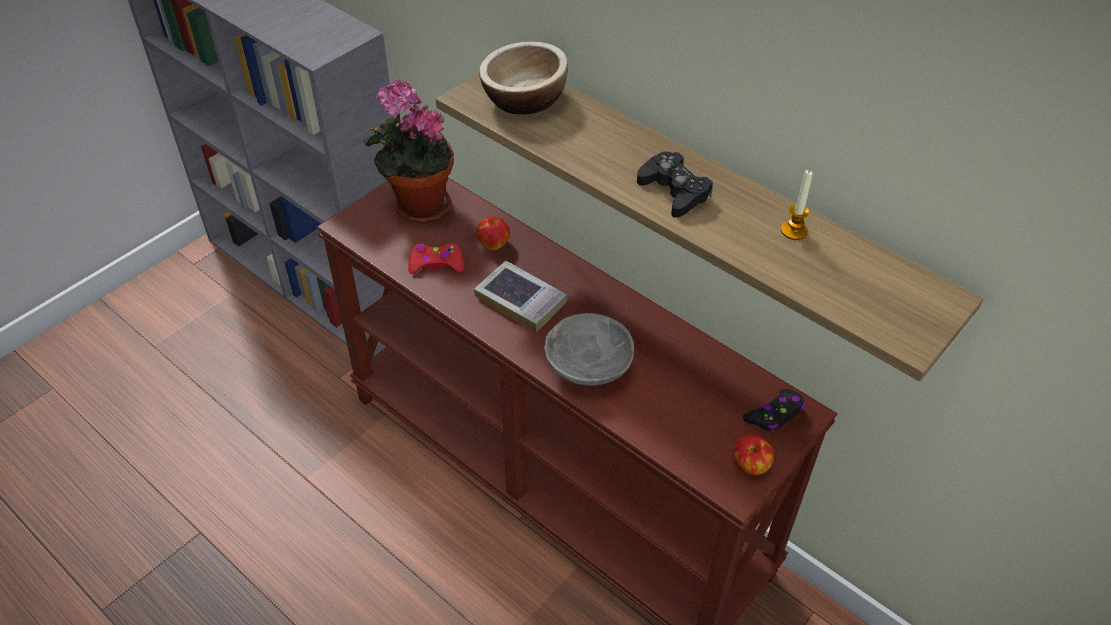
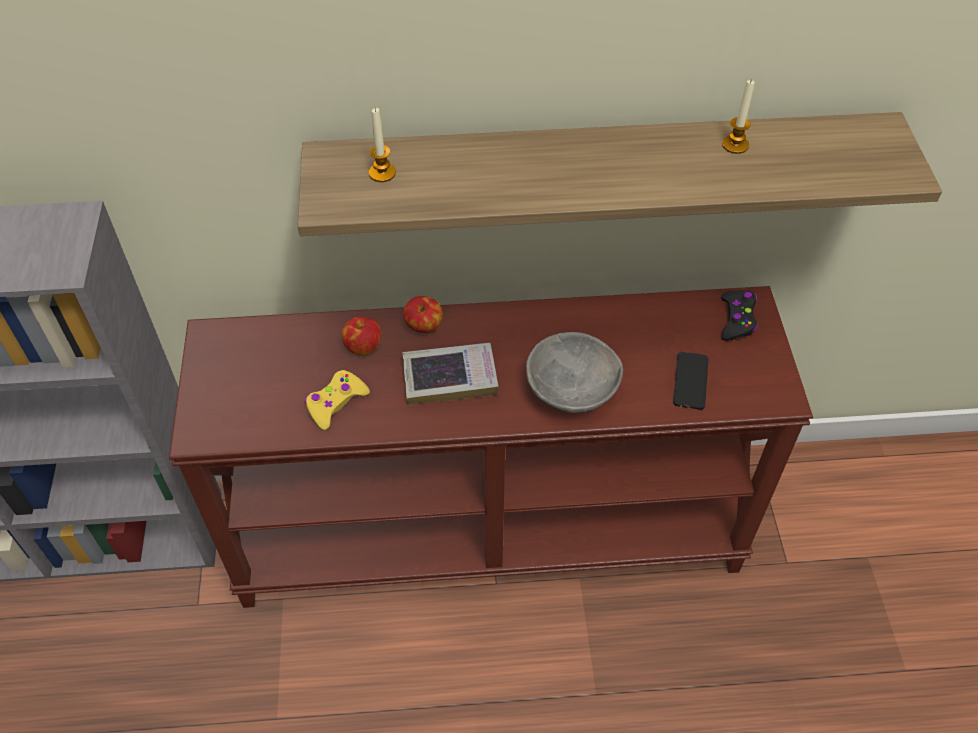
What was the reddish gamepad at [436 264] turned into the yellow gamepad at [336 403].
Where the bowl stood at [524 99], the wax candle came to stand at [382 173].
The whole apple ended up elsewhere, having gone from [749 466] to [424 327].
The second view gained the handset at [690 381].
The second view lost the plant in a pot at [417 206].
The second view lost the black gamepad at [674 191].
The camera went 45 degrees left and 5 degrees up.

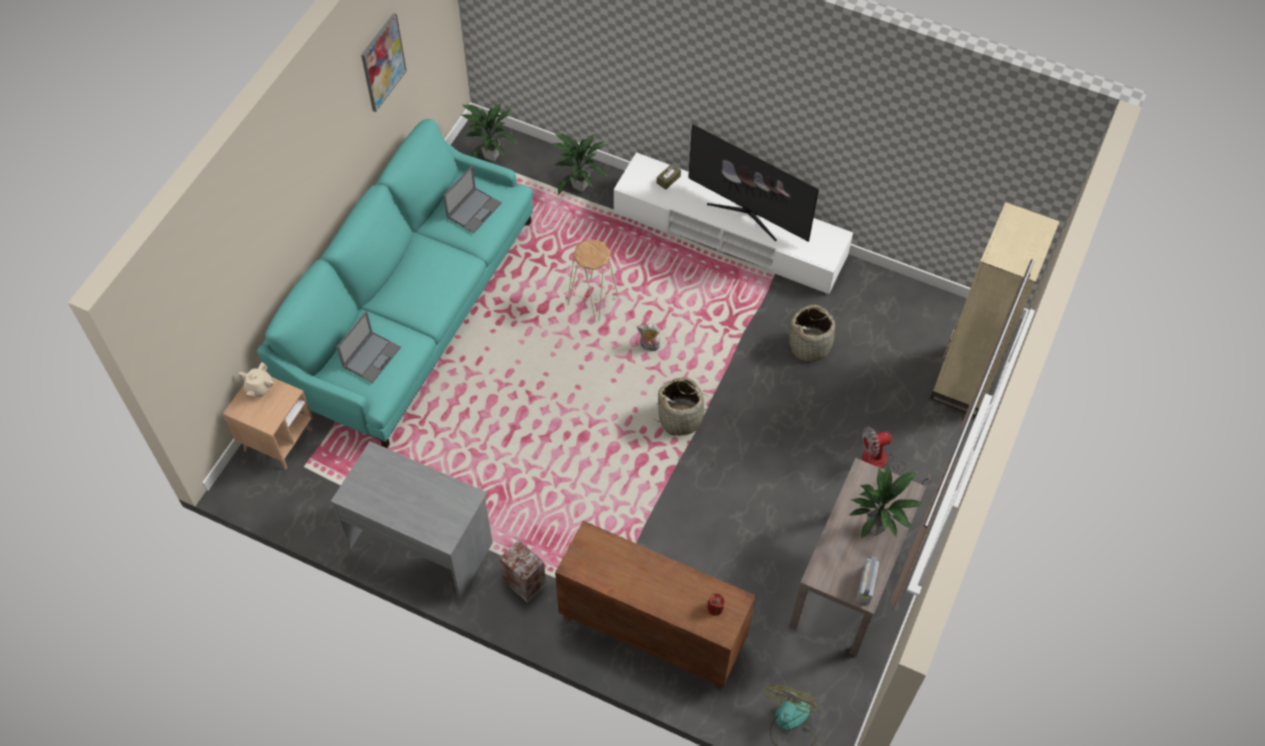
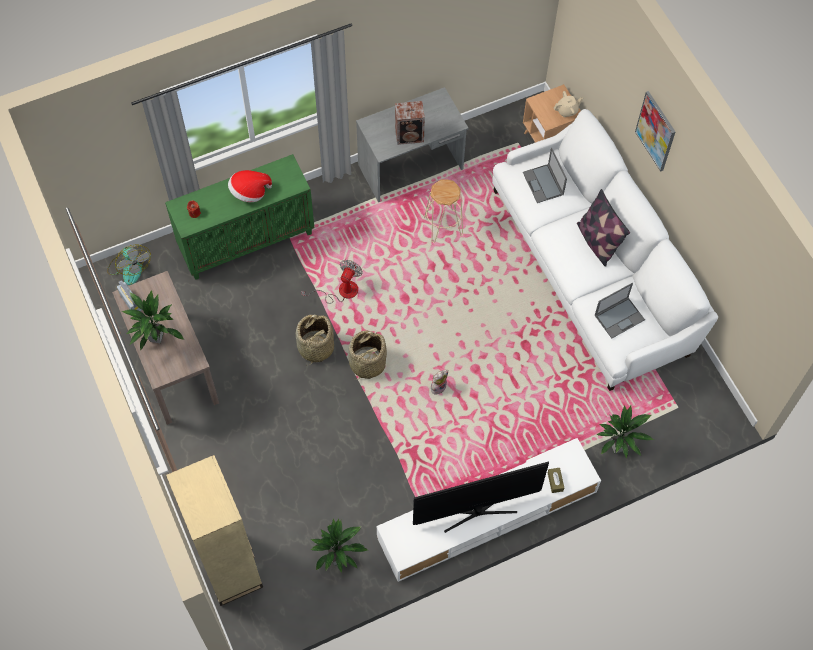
What was the brownish cupboard at [650 632] turned into the green-coloured cupboard at [247 241].
The second view gained the clothing hat at [249 192].
The household basket ended up elsewhere, having gone from [810 346] to [315 347].
The electric fan ended up elsewhere, having gone from [882 463] to [341 291].
The plant in a pot ended up elsewhere, having gone from [491 156] to [338 559].
The audio speaker ended up elsewhere, having gone from [524 581] to [410 135].
The beige-coloured sitting stool ended up elsewhere, having gone from [593 300] to [443 226].
What was the turquoise-coloured settee at [412 308] turned into the white-coloured settee at [592 270].
The beige-coloured tea pot at [259 388] ended up facing another way, 105 degrees clockwise from before.
The second view gained the pillow at [597 242].
The laptop at [474 210] ended up facing another way, 105 degrees counterclockwise from before.
The picture ended up elsewhere, having gone from [383 62] to [655 131].
The camera went 130 degrees right and 5 degrees up.

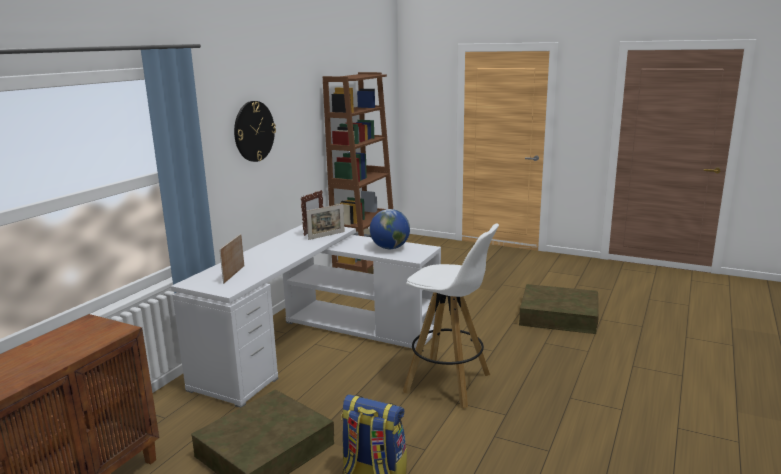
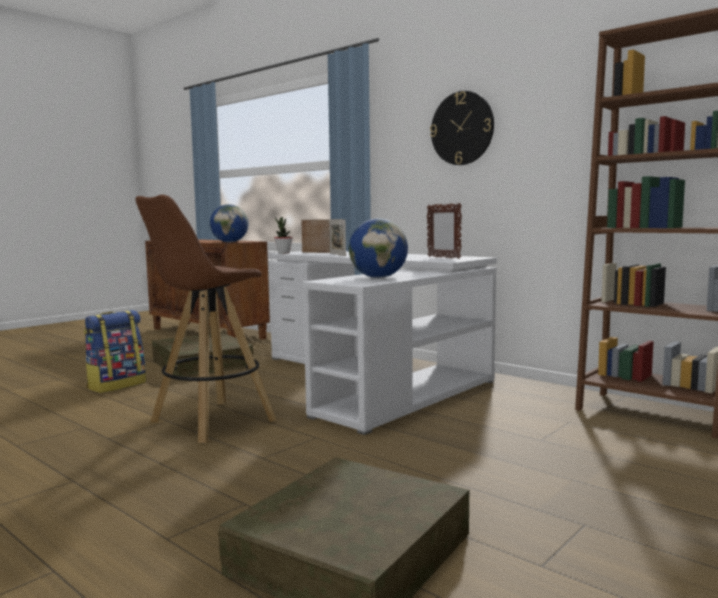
What was the white-coloured sitting stool at [449 383] turned into the brownish sitting stool at [211 422].
The second view gained the world globe at [229 242].
The second view gained the plant in a pot at [283 253].
The photo frame ended up elsewhere, having gone from [326 235] to [337 254].
The camera went 105 degrees right and 10 degrees down.

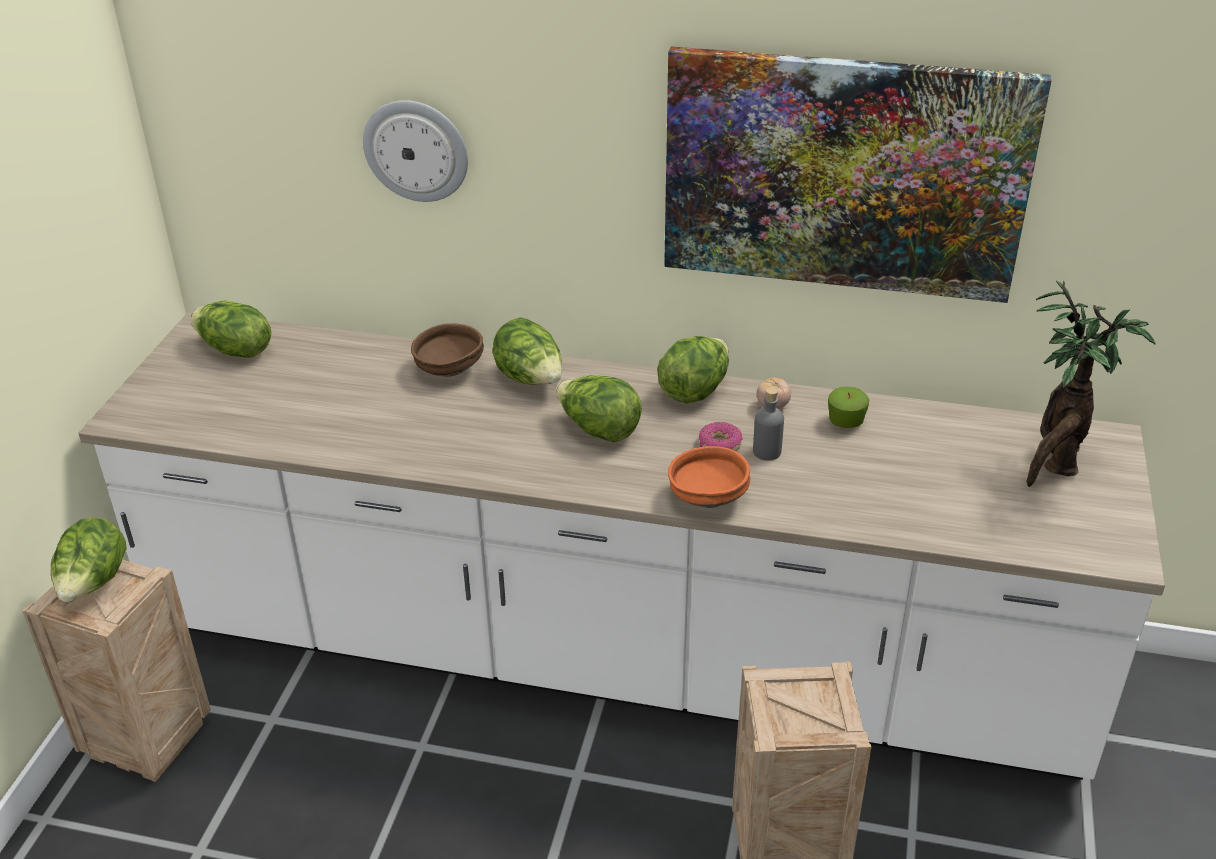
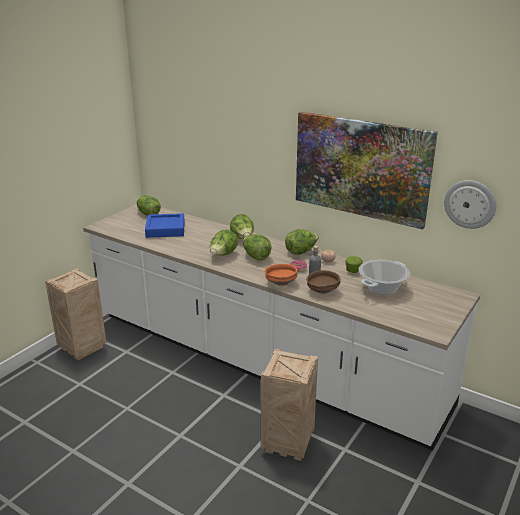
The second view gained the blue tray at [165 229].
The lettuce head ended up elsewhere, having gone from [94 584] to [223 255].
The brownish bowl ended up elsewhere, having gone from [448 369] to [322 291].
The second view gained the stockpot at [382 288].
The wall clock ended up elsewhere, having gone from [416 150] to [470 204].
The second view lost the plant in a pot at [1056 464].
The camera went 20 degrees right and 10 degrees down.

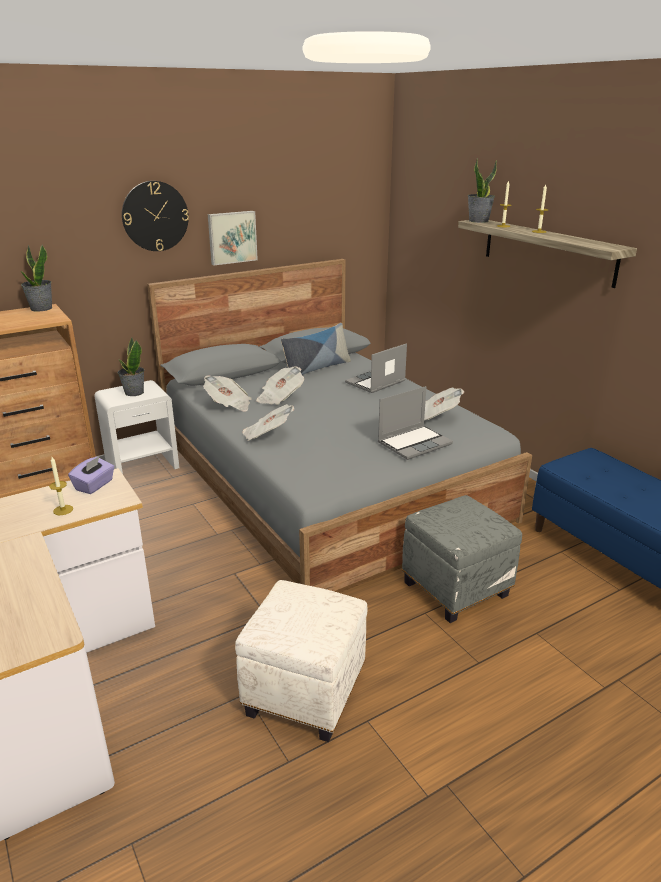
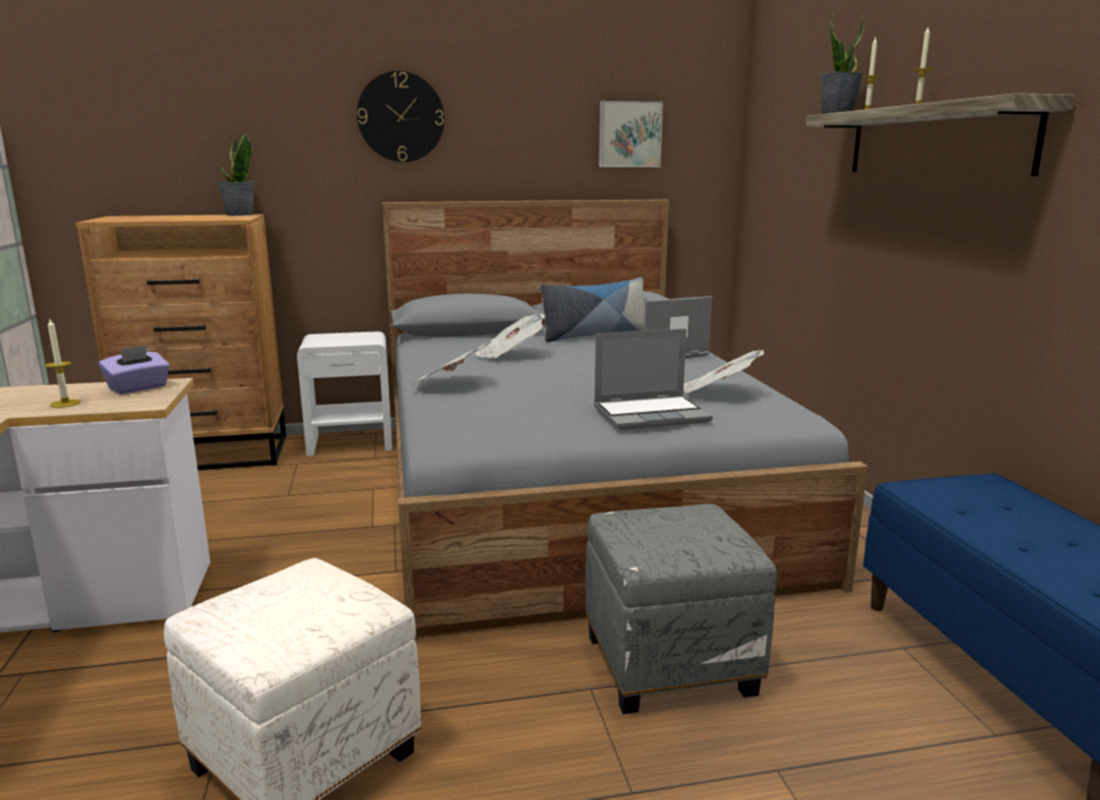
The picture ended up elsewhere, having gone from [232 237] to [629 134].
The second view lost the plant in a pot at [134 392].
The second view lost the printed paper at [229 405].
The camera went 20 degrees right and 10 degrees down.

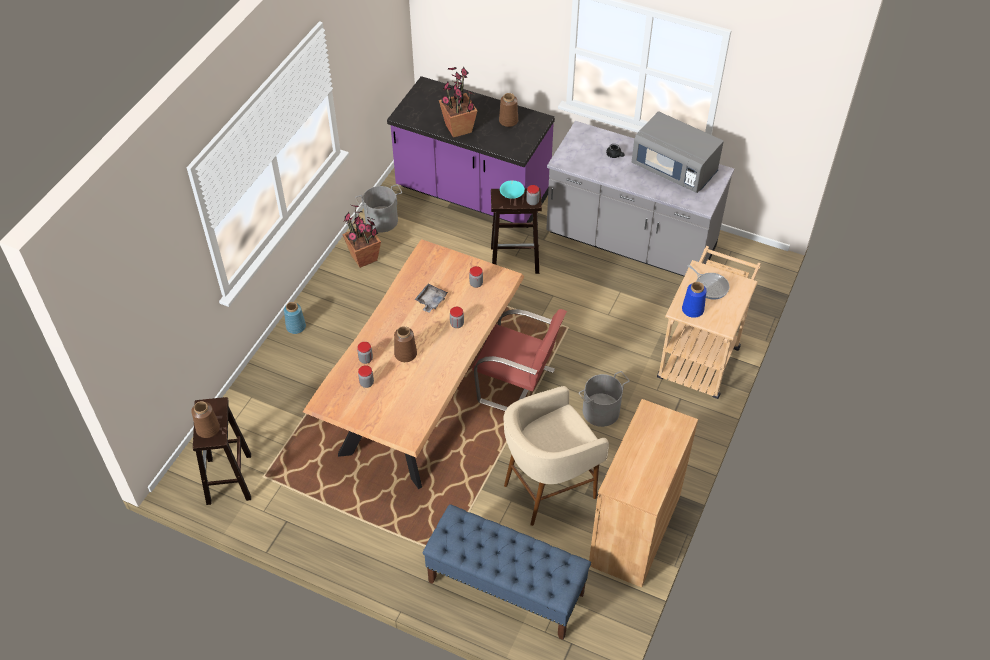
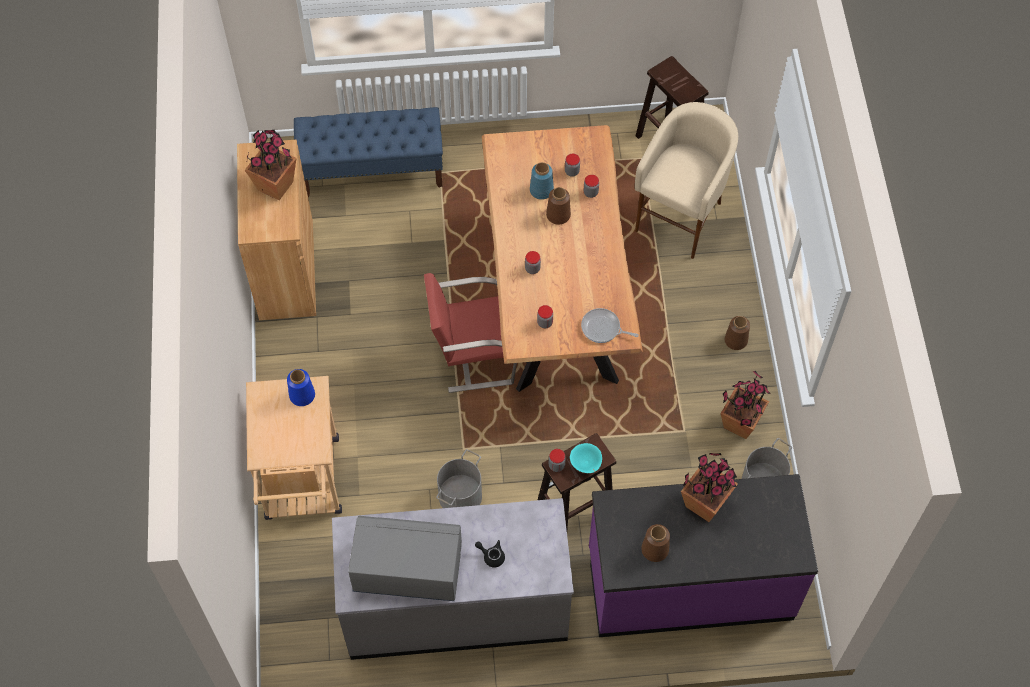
The second view gained the plant in a pot at [275 185].
The grey water bucket ended up elsewhere, having gone from [601 411] to [459 496].
The blue vase ended up elsewhere, having gone from [295 326] to [542 190].
The frying pan ended up elsewhere, having gone from [710 286] to [602 328].
The beige-coloured sitting stool ended up elsewhere, having gone from [548 489] to [680 218].
The brownish vase ended up elsewhere, having gone from [208 429] to [735 340].
The second view lost the grey tray at [431 301].
The camera went 150 degrees right and 10 degrees up.

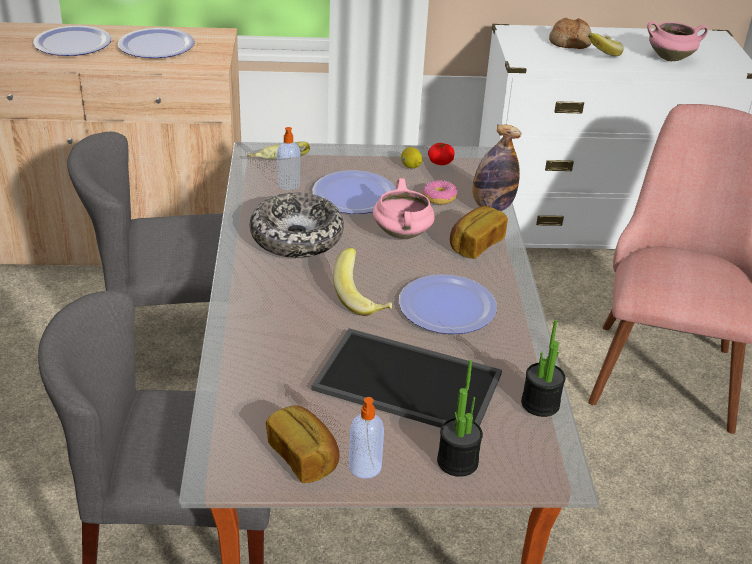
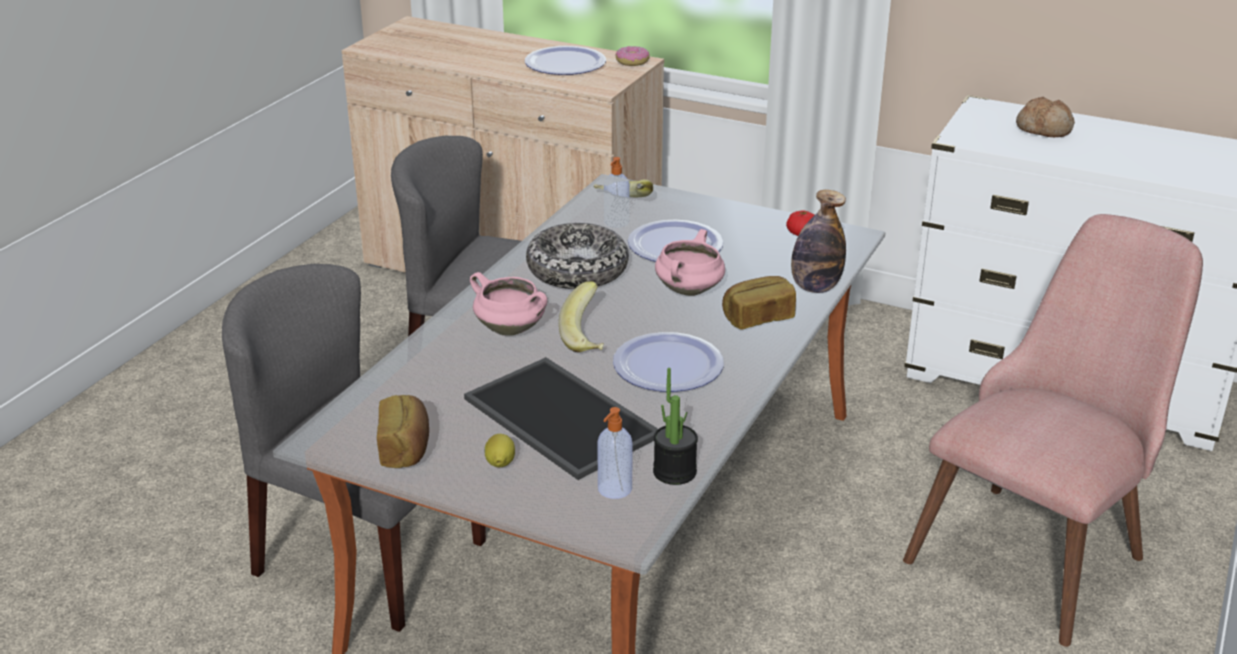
The pinkish stockpot ended up elsewhere, having gone from [670 58] to [511 329].
The citrus fruit ended up elsewhere, having gone from [411 167] to [500 464].
The soap bottle ended up elsewhere, having gone from [365 468] to [614 489].
The ring doughnut ended up elsewhere, having gone from [439 198] to [632 62].
The second view lost the plate at [72 43].
The second view lost the plant in a pot at [457 461].
The second view lost the whole banana at [600 54].
The camera went 30 degrees right and 5 degrees down.

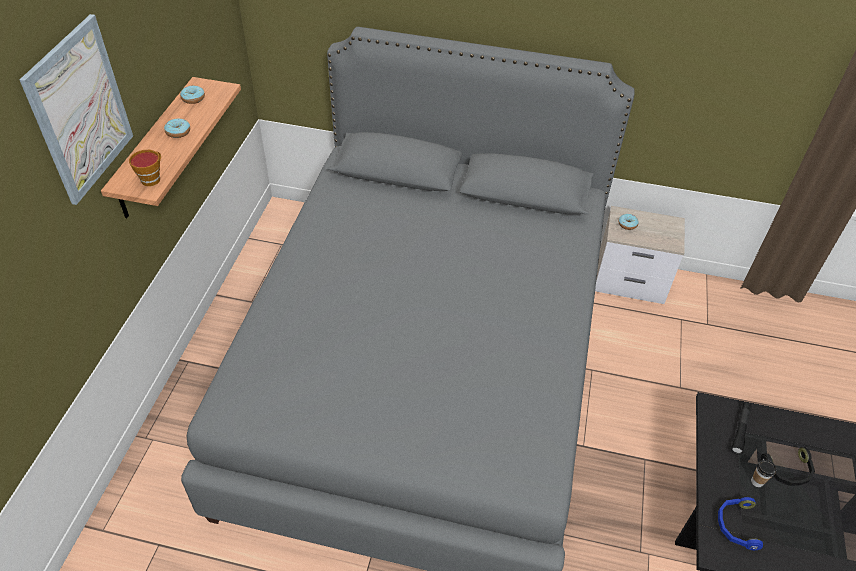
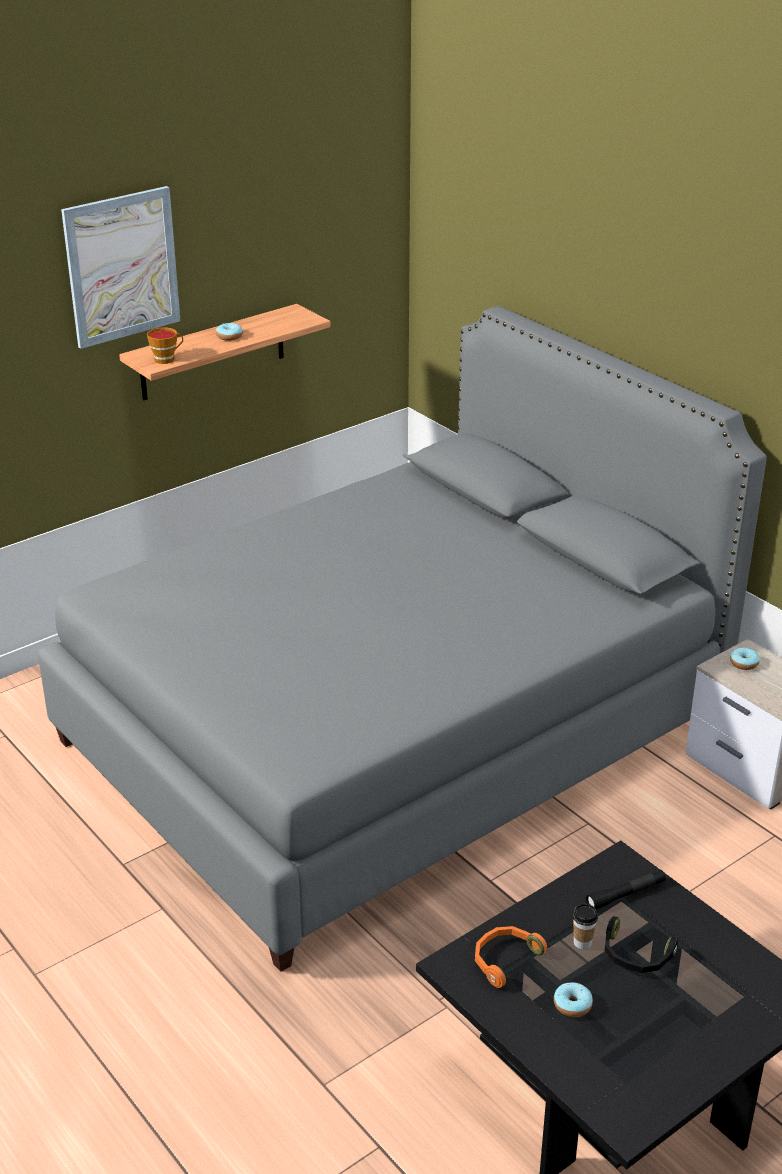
What was the blue headphones at [736 525] turned into the orange-coloured headphones at [504 959].
The ring doughnut ended up elsewhere, having gone from [193 98] to [572 1005].
The camera went 40 degrees right and 15 degrees down.

